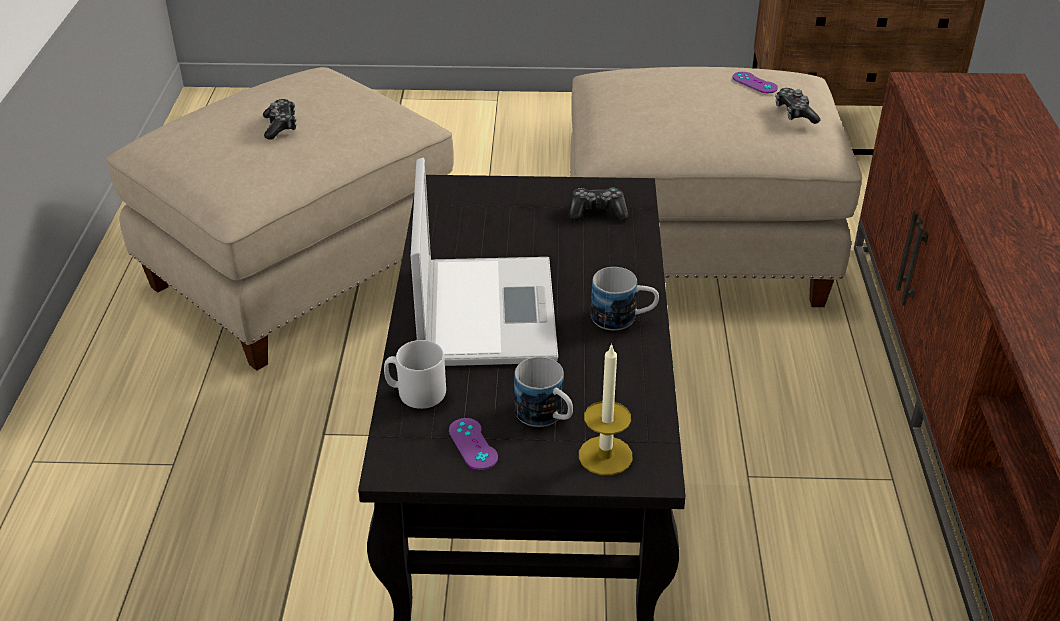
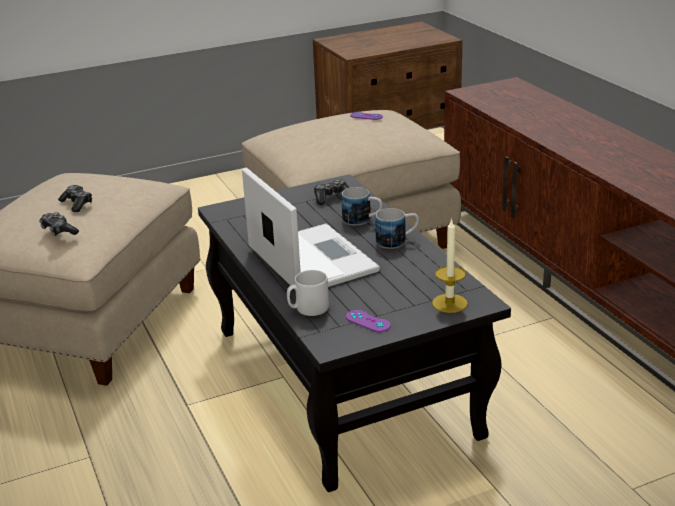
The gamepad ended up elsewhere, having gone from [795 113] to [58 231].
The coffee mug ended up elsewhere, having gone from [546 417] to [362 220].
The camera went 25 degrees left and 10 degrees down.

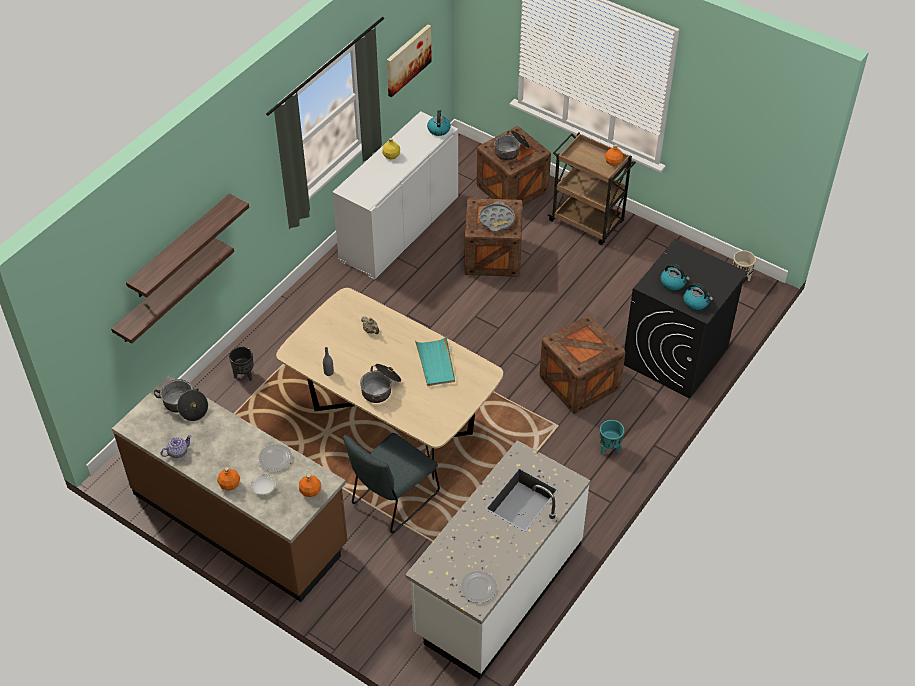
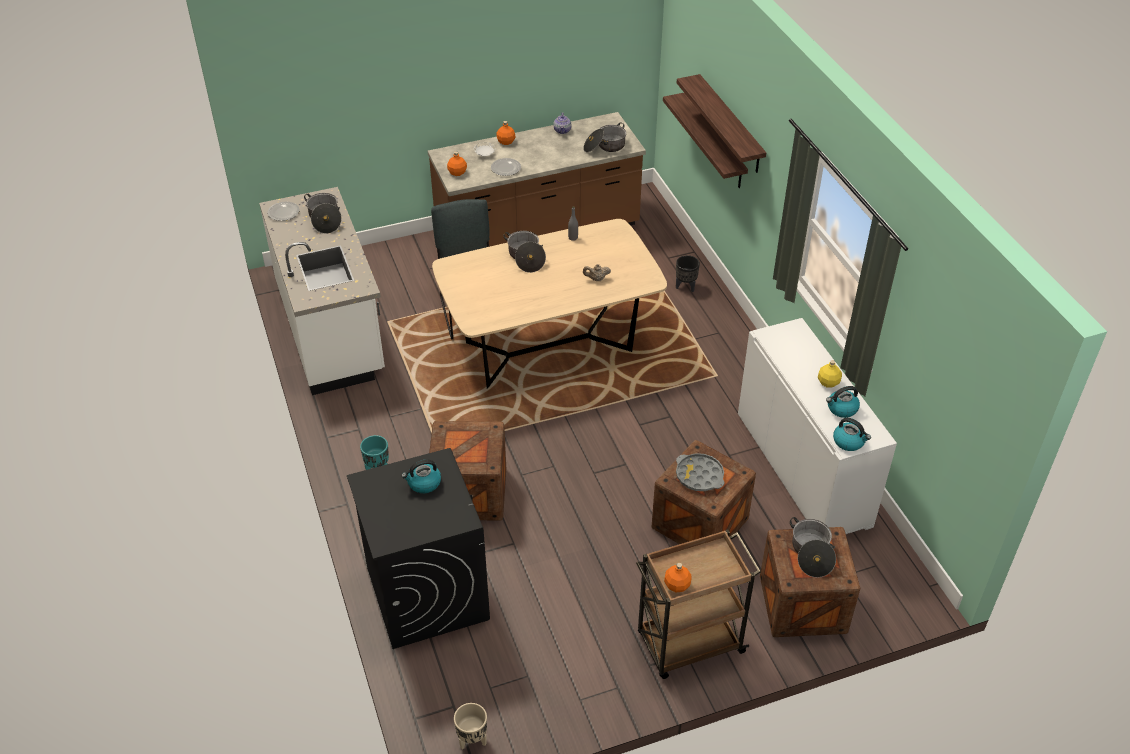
The second view gained the stockpot at [325 219].
The kettle ended up elsewhere, having gone from [696 302] to [841 409].
The second view lost the picture at [407 60].
The second view lost the turquoise-coloured tray at [435 363].
The camera went 125 degrees right and 5 degrees down.

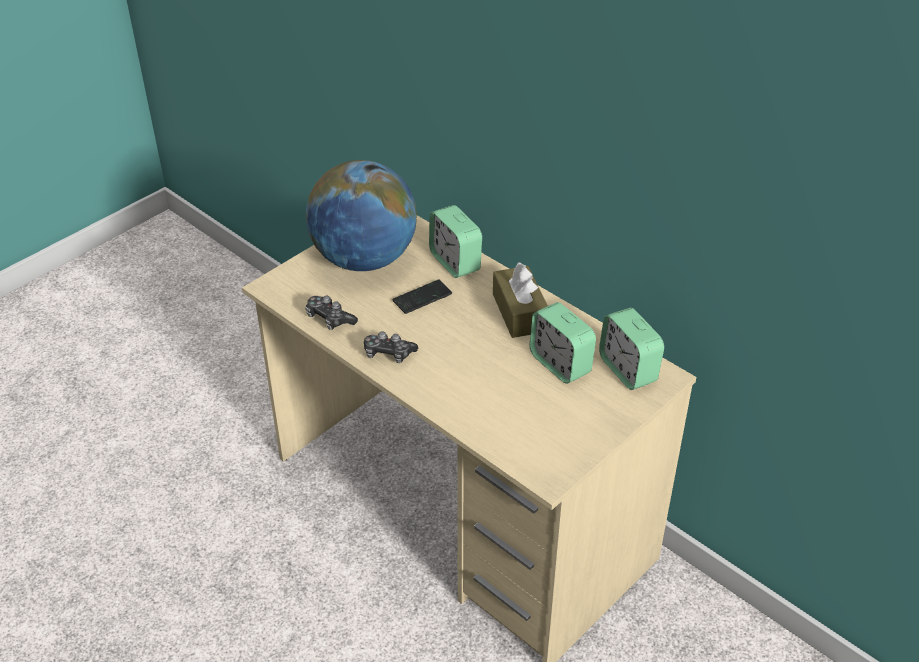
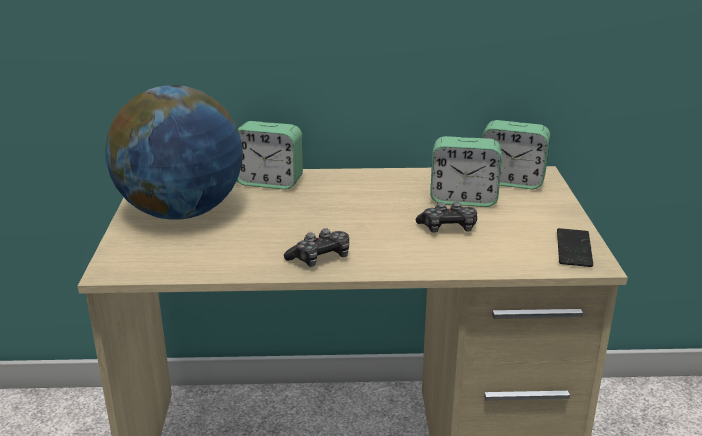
The gamepad ended up elsewhere, having gone from [329 318] to [448 228].
The handset ended up elsewhere, having gone from [422 298] to [574 249].
The second view lost the brownish box of tissues at [519 312].
The camera went 45 degrees left and 15 degrees down.

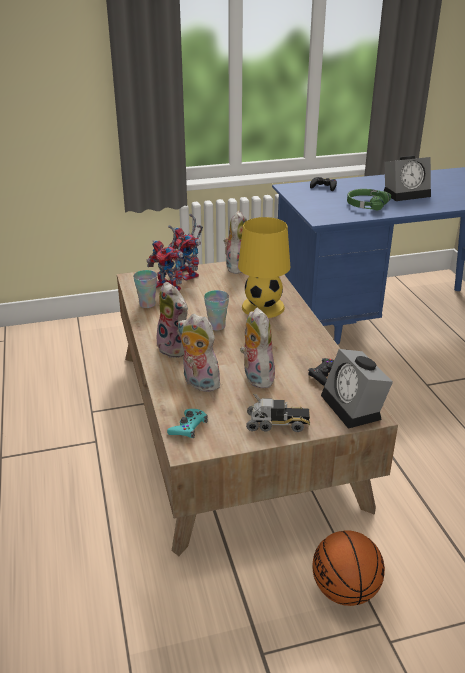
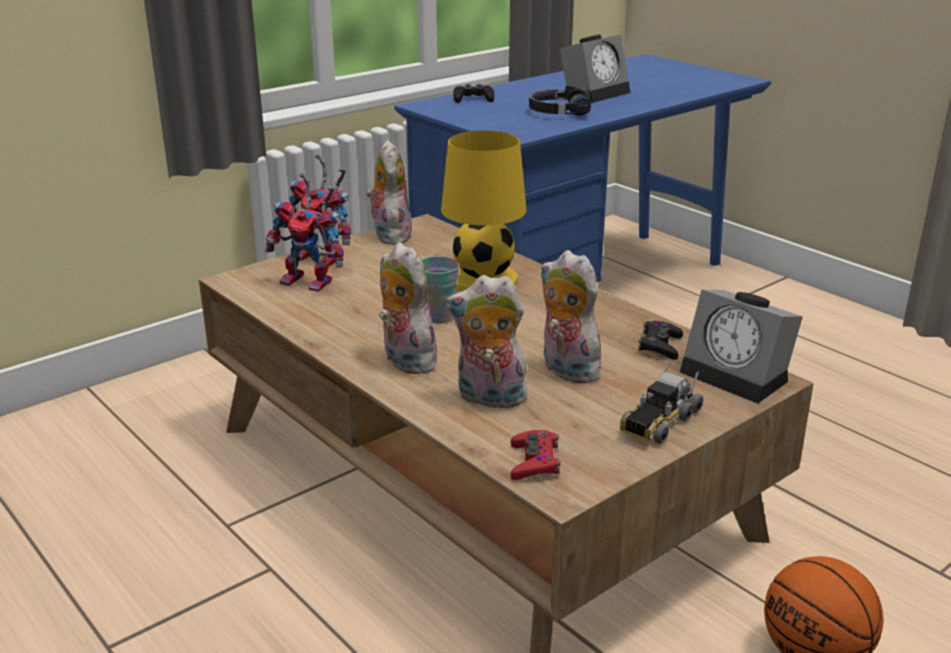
The plush toy at [175 348] ended up facing another way, 150 degrees counterclockwise from before.
What was the turquoise-coloured gamepad at [188 427] turned into the reddish gamepad at [534 462].
What was the green-coloured headphones at [366 205] turned into the black headphones at [559 112].
The toy lorry at [277 423] ended up facing another way, 150 degrees clockwise from before.
The second view lost the cup at [147 304].
The camera went 25 degrees left and 5 degrees down.

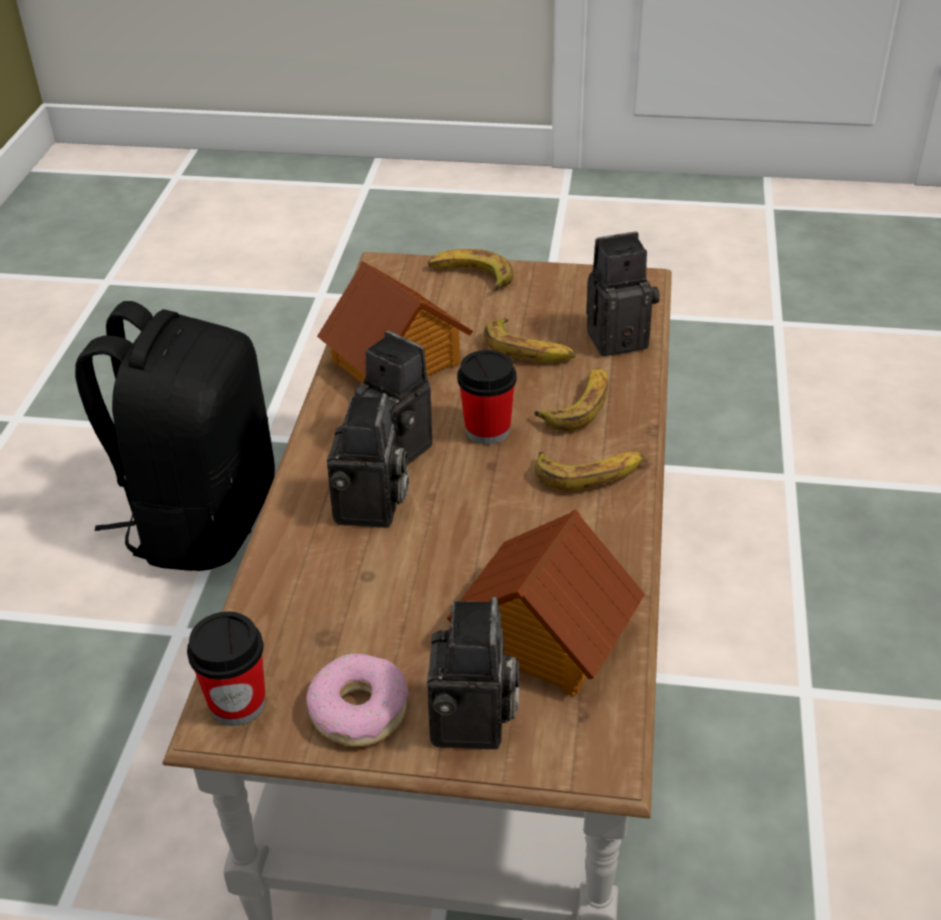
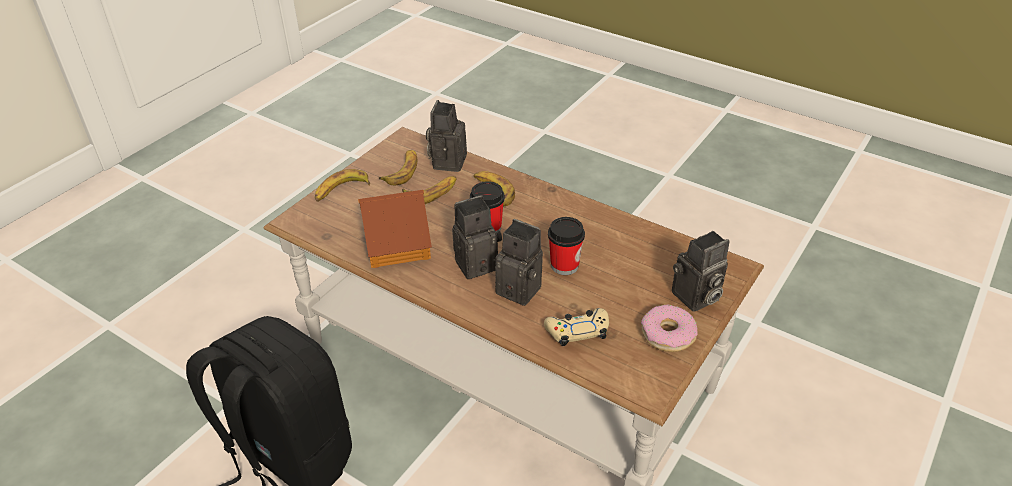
The whole banana ended up elsewhere, having gone from [590 473] to [402 171].
The second view gained the beige-coloured gamepad at [577 331].
The cup ended up elsewhere, having gone from [237 703] to [564 265].
The photo camera at [474 724] ended up facing another way, 120 degrees clockwise from before.
The second view lost the miniature house at [543 635].
The camera went 65 degrees left and 0 degrees up.

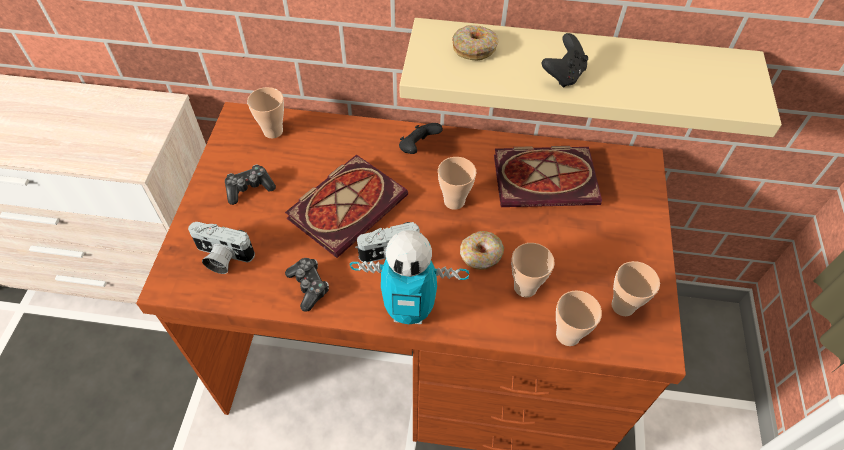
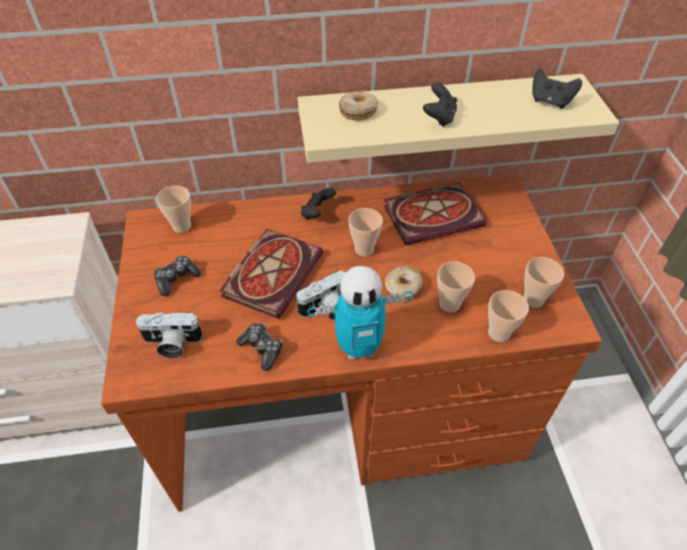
The second view gained the black gamepad at [550 101].
The camera went 15 degrees left and 5 degrees down.

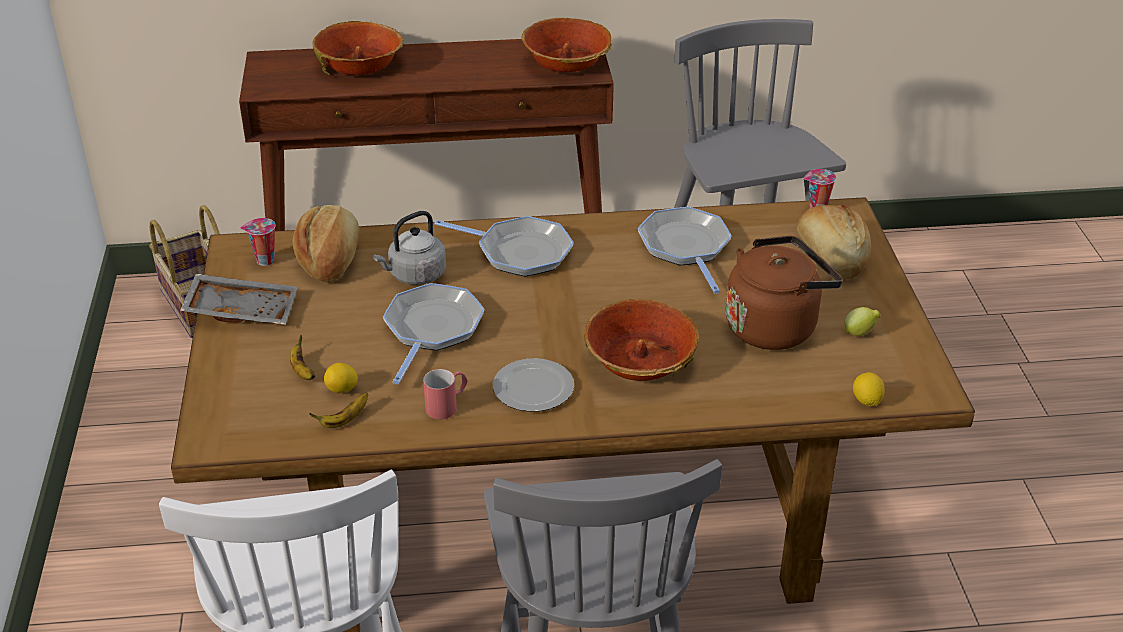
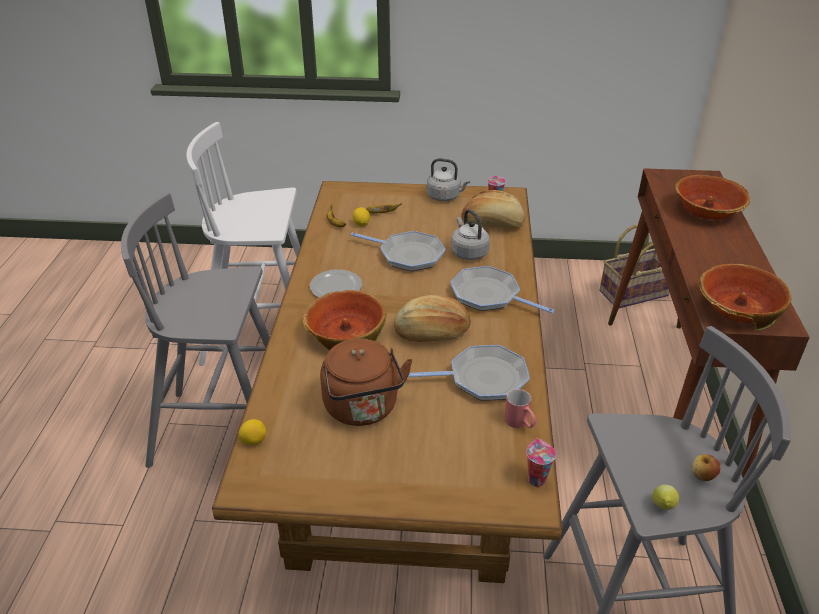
The baked bread ended up elsewhere, having gone from [830 257] to [432 332].
Where the grey tray stood at [242 310], the grey kettle came to stand at [445 196].
The frying pan at [519 252] ended up facing another way, 90 degrees clockwise from before.
The reddish coffee mug ended up elsewhere, having gone from [447 405] to [520 423].
The citrus fruit ended up elsewhere, having gone from [860 333] to [663 507].
The second view gained the whole apple at [702 476].
The camera went 100 degrees right and 0 degrees up.

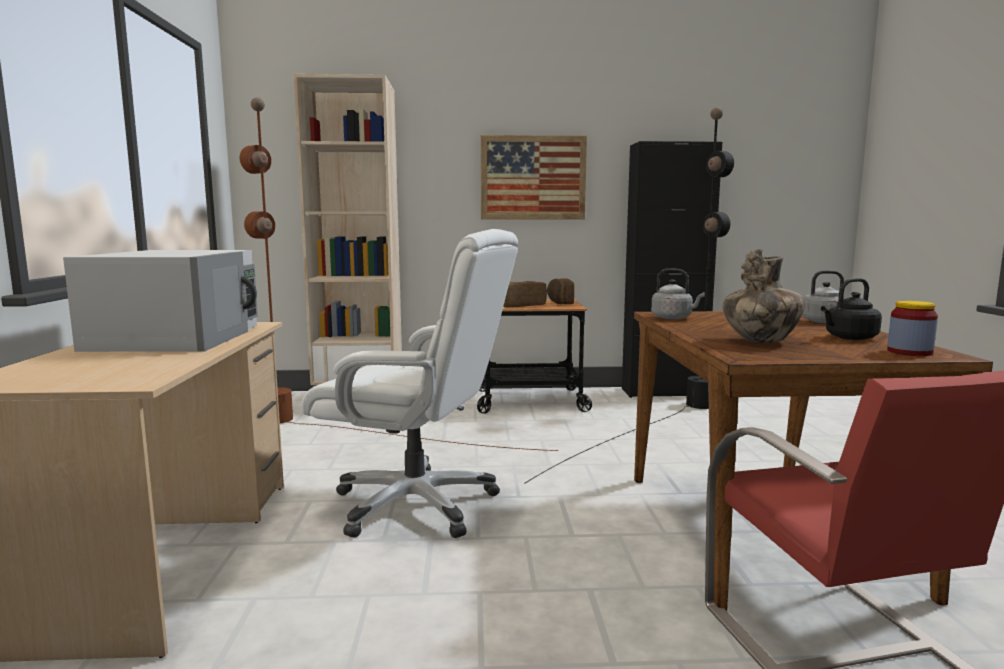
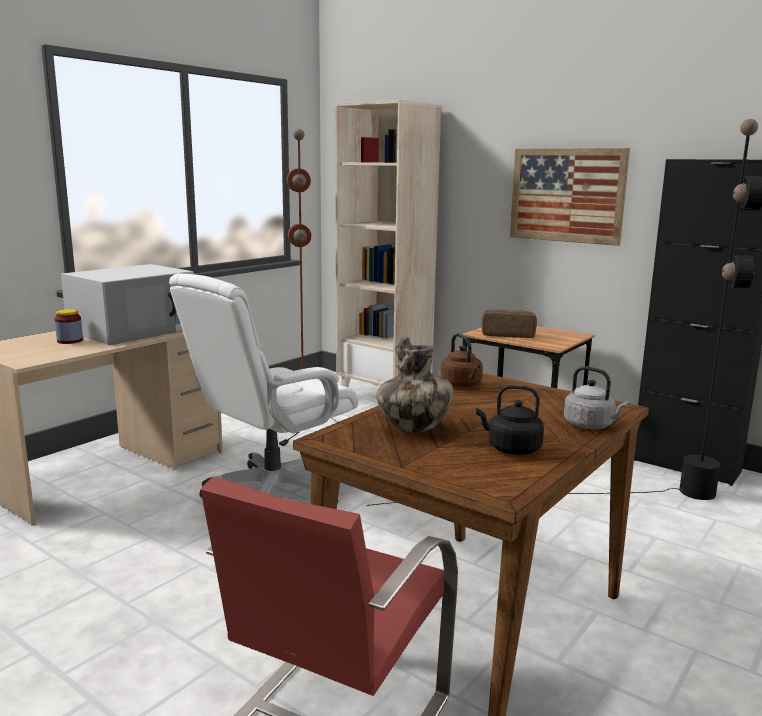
The preserve jar ended up elsewhere, having gone from [909 352] to [70 341].
The white-coloured desk chair at [417 504] ended up facing another way, 75 degrees clockwise from before.
What was the grey kettle at [673 318] turned into the brownish kettle at [462 385].
The second view lost the baked bread at [559 302].
The camera went 40 degrees right and 5 degrees up.

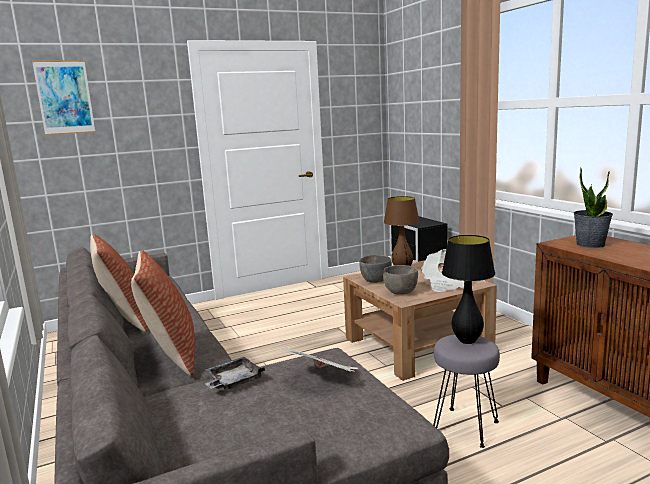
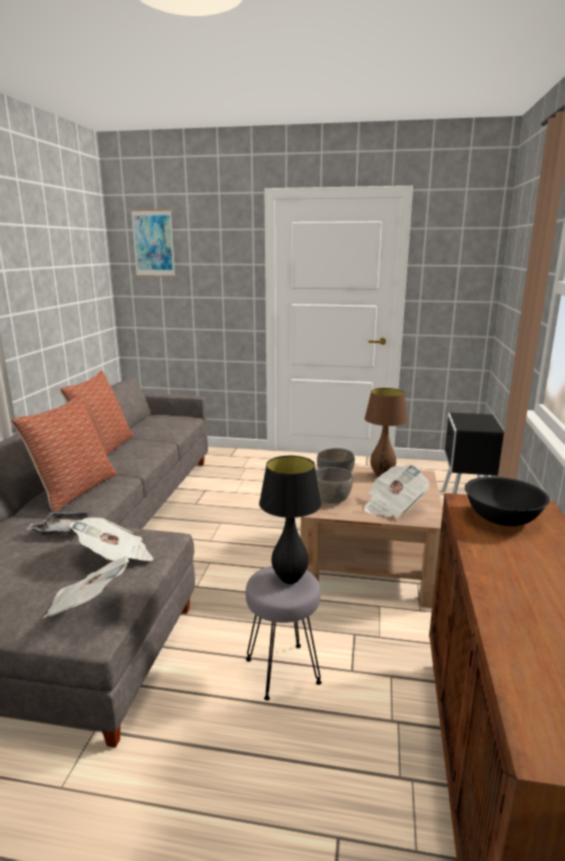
The second view gained the printed paper at [88 606].
Where the plant in a pot stood at [590 244], the black bowl came to stand at [502 518].
The camera went 35 degrees right and 5 degrees up.

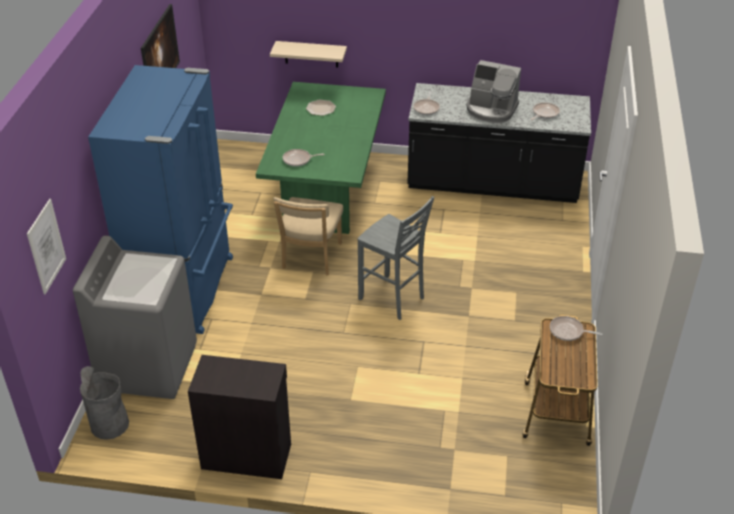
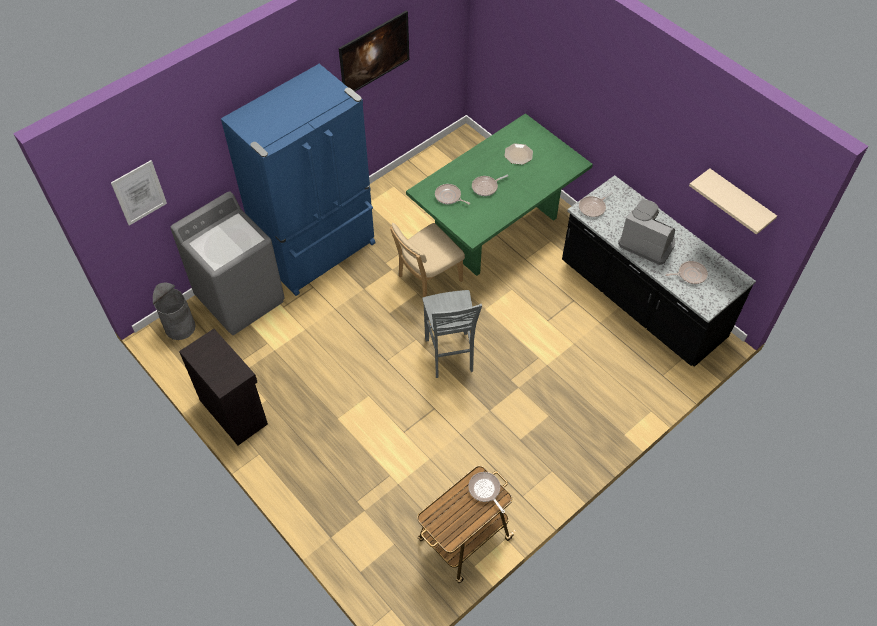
The second view gained the frying pan at [486 187].
The coffee machine at [491 110] ended up facing another way, 150 degrees clockwise from before.
The beige-coloured wall shelf ended up elsewhere, having gone from [311 54] to [739 200].
The camera went 40 degrees right and 15 degrees up.

